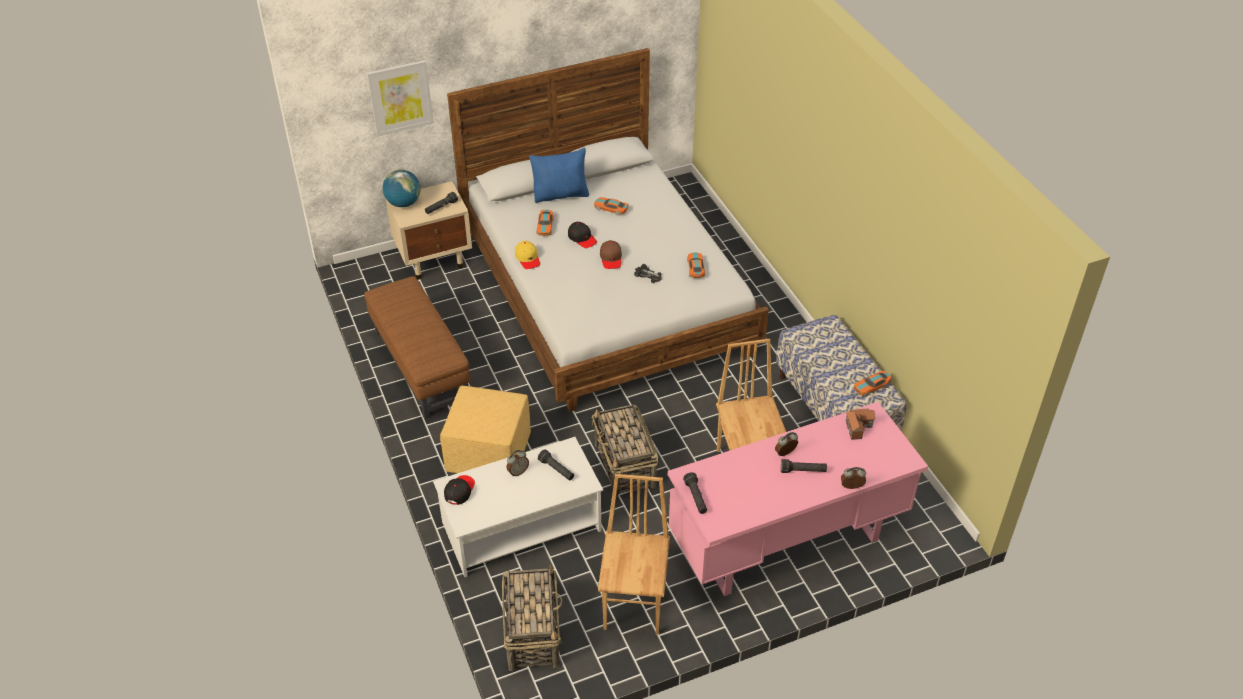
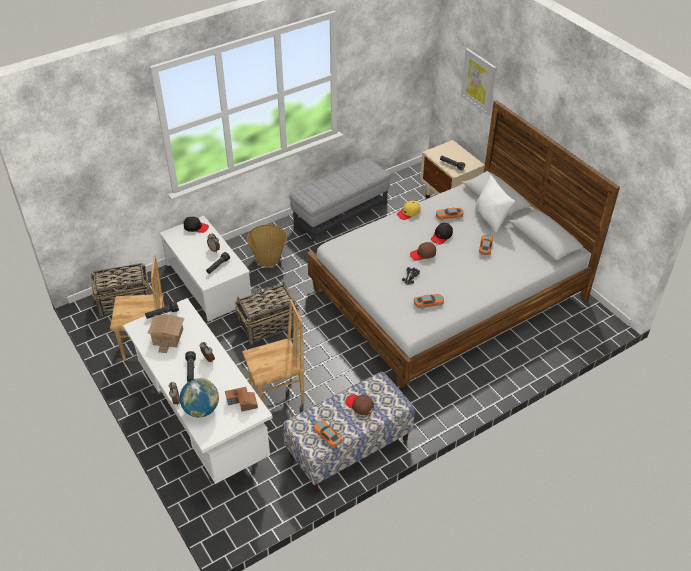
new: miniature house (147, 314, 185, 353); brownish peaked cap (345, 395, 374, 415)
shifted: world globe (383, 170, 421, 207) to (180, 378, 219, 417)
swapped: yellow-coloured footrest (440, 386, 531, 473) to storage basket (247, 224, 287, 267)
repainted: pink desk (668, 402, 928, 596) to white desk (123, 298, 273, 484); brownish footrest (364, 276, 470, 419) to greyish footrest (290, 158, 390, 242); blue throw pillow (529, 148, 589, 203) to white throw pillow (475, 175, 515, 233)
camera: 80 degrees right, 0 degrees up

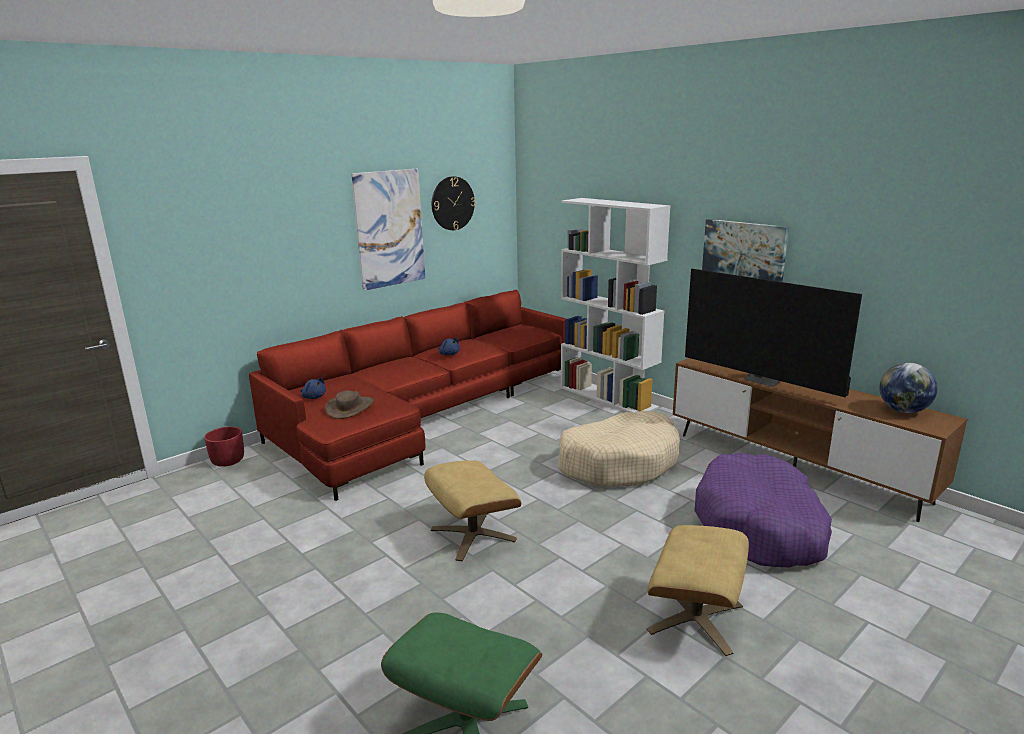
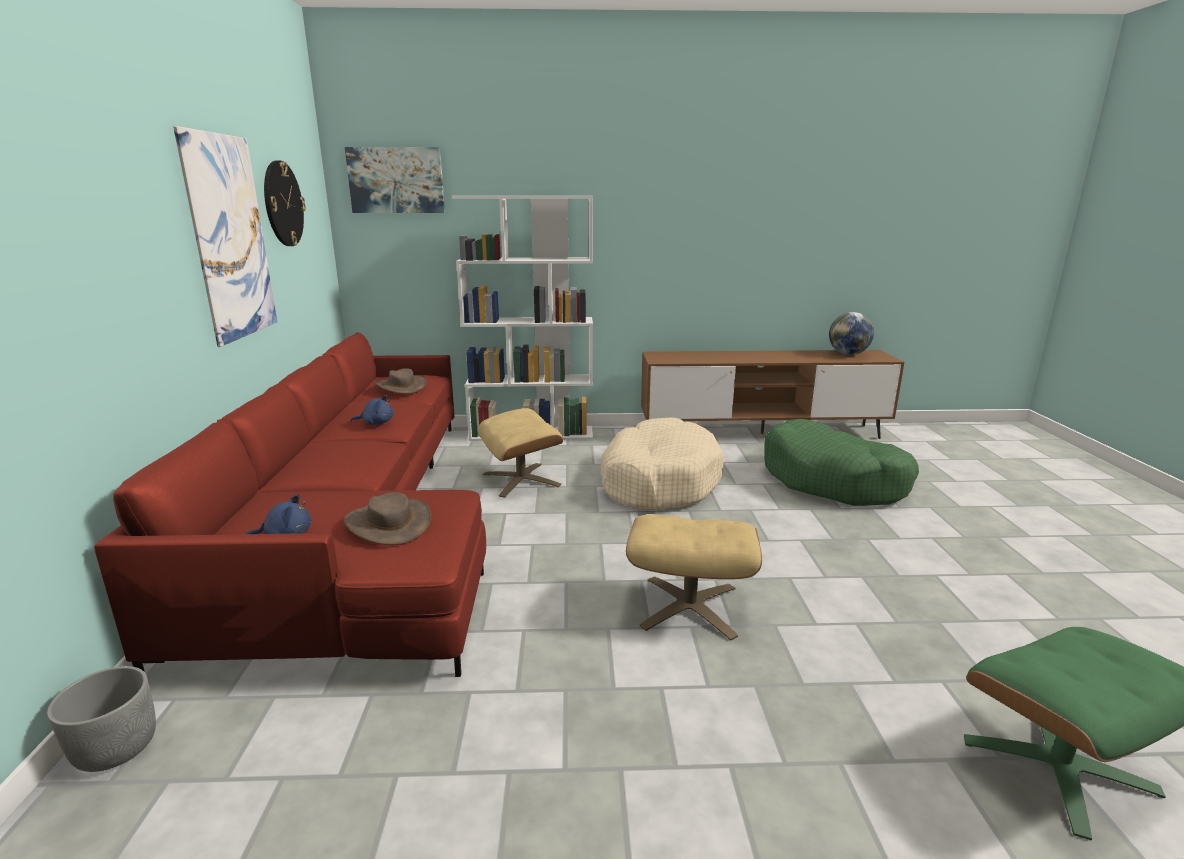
gone: television (685, 269, 862, 397)
new: brownish hat (375, 368, 427, 394)
shifted: wall art (702, 219, 789, 282) to (345, 147, 445, 213); beige footrest (647, 525, 749, 656) to (478, 408, 563, 498)
repainted: reddish planter (204, 427, 244, 467) to greyish planter (47, 666, 156, 772); purple-coloured dog bed (694, 453, 832, 568) to green-coloured dog bed (765, 419, 919, 506)
camera: 50 degrees left, 0 degrees up

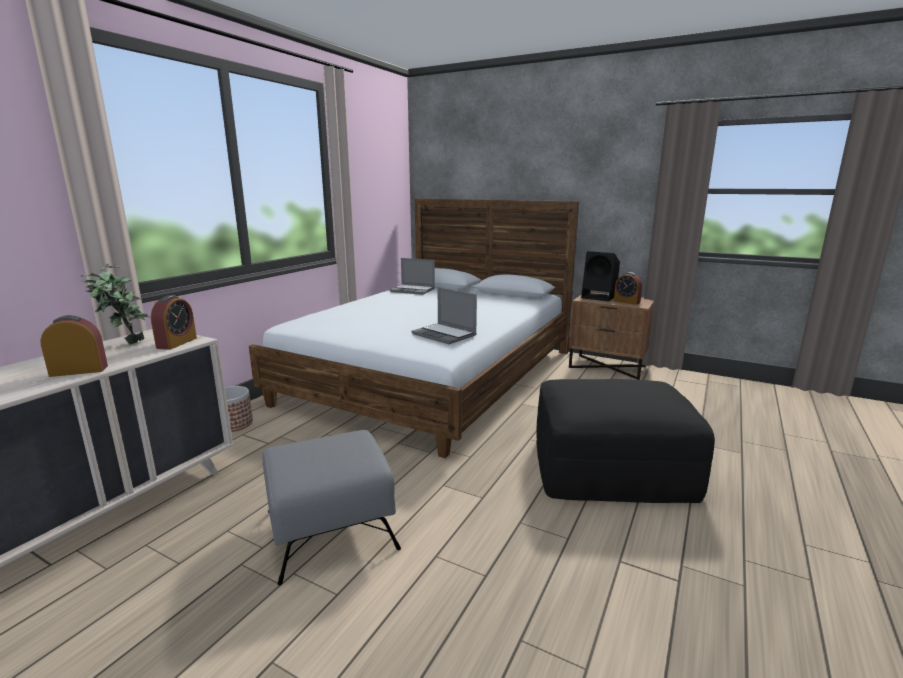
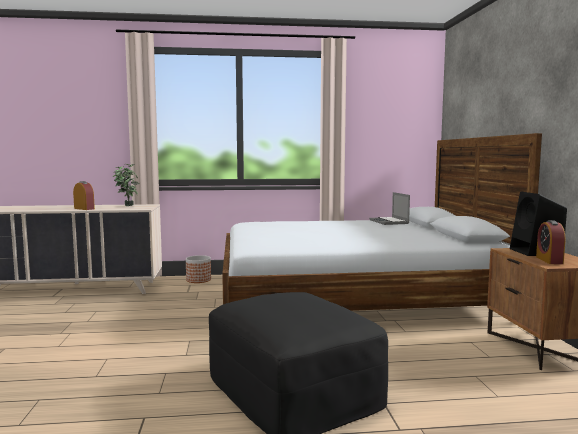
gone: bedside clock (151, 295, 197, 350); greyish footrest (262, 430, 401, 585); notebook computer (412, 287, 477, 344)
camera: 55 degrees right, 10 degrees down

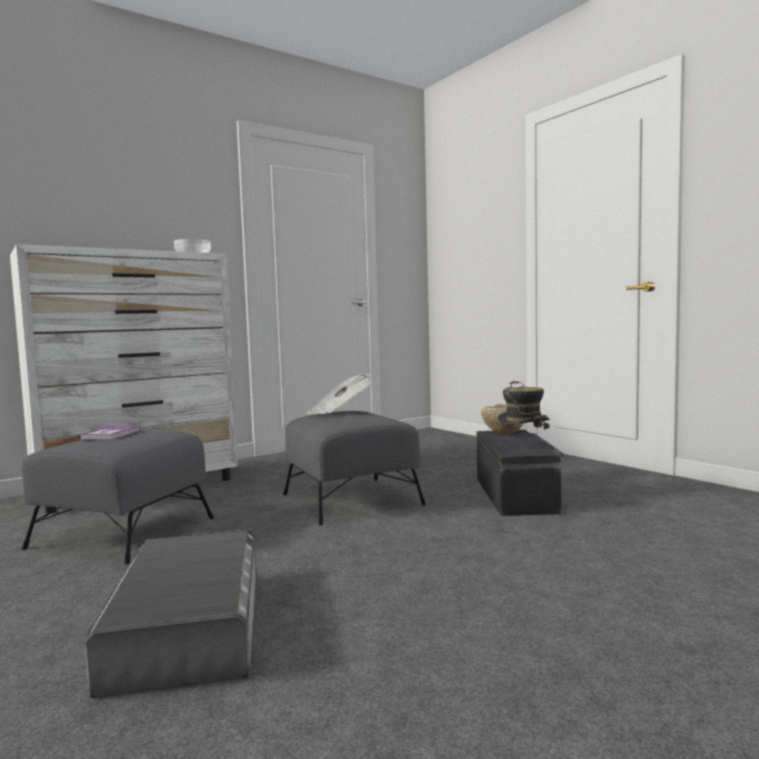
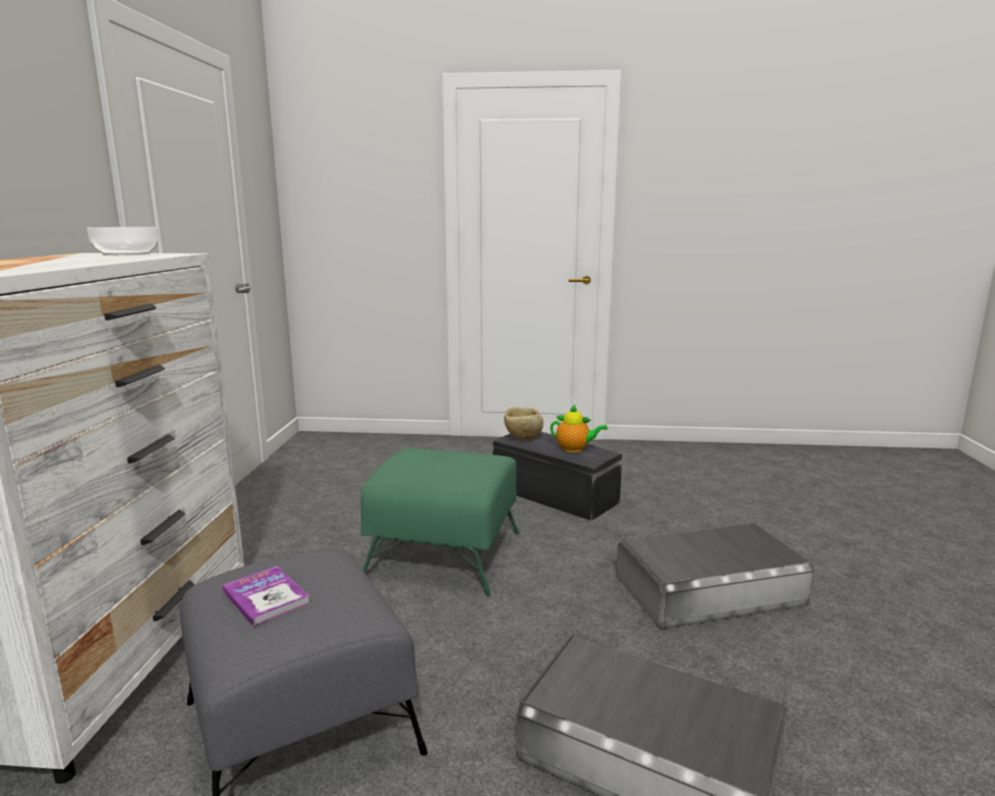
gone: daily paper (307, 373, 371, 415)
new: greyish storage box (616, 523, 814, 629)
swapped: hat (498, 380, 550, 441) to pot for tea (550, 405, 608, 452)
repainted: greyish footrest (283, 411, 426, 525) to green-coloured footrest (361, 448, 519, 597)
camera: 50 degrees left, 10 degrees up

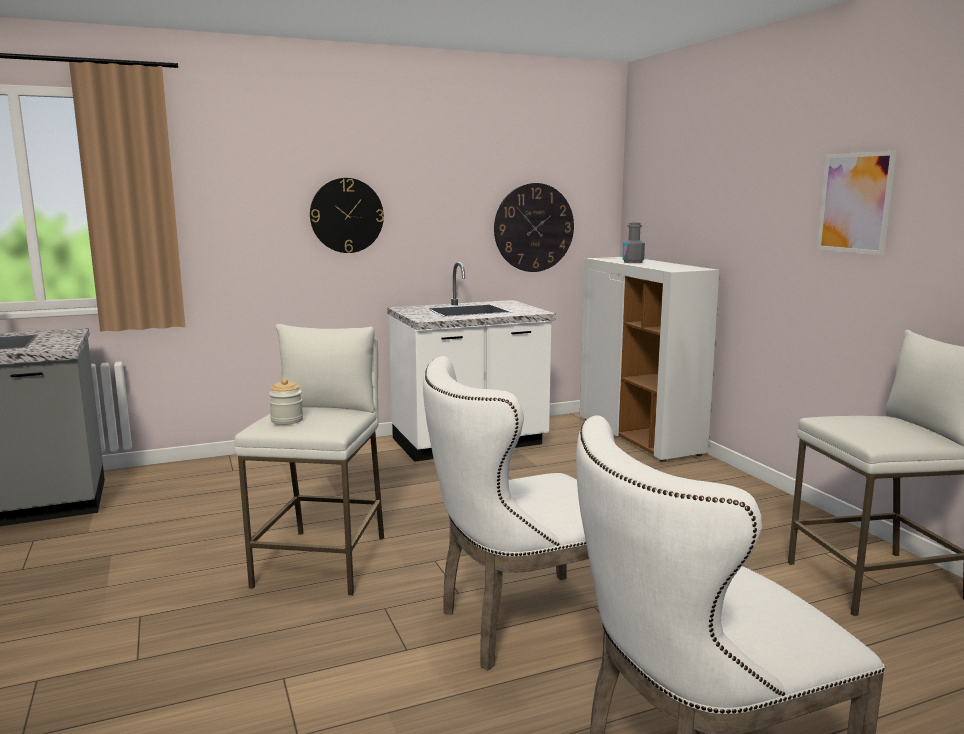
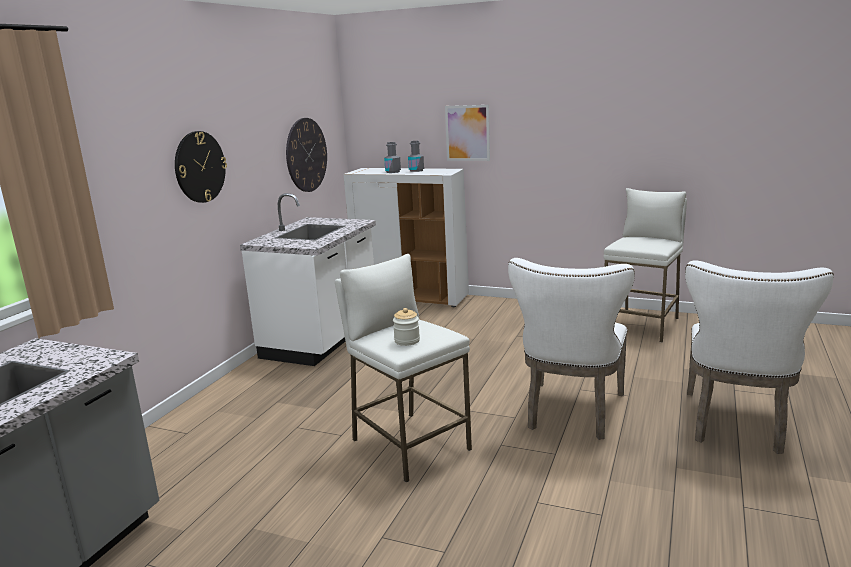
new: greyish bottle (408, 141, 424, 172)
shifted: wall art (817, 151, 897, 255) to (445, 105, 490, 161)
camera: 45 degrees left, 5 degrees up

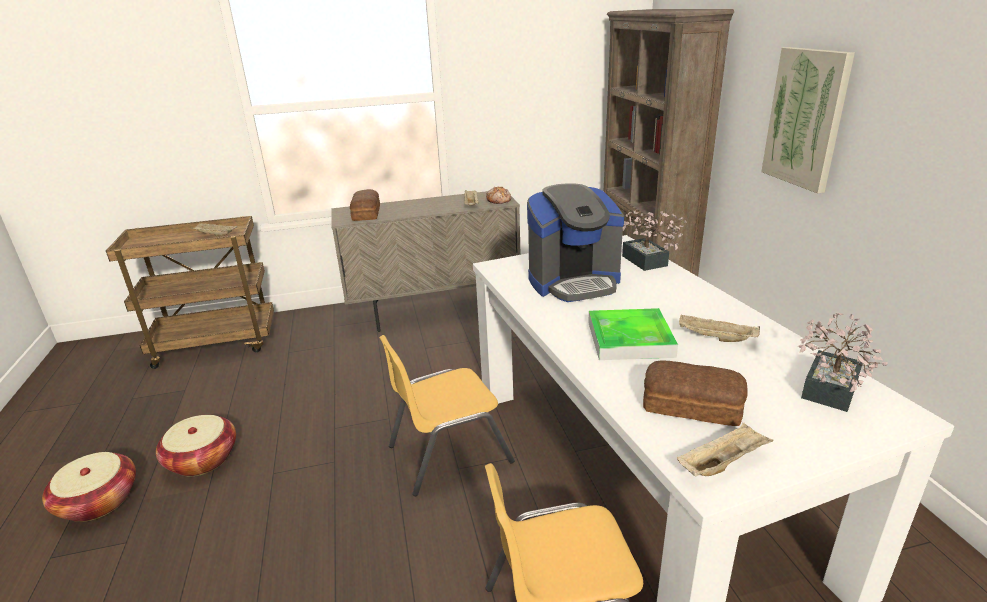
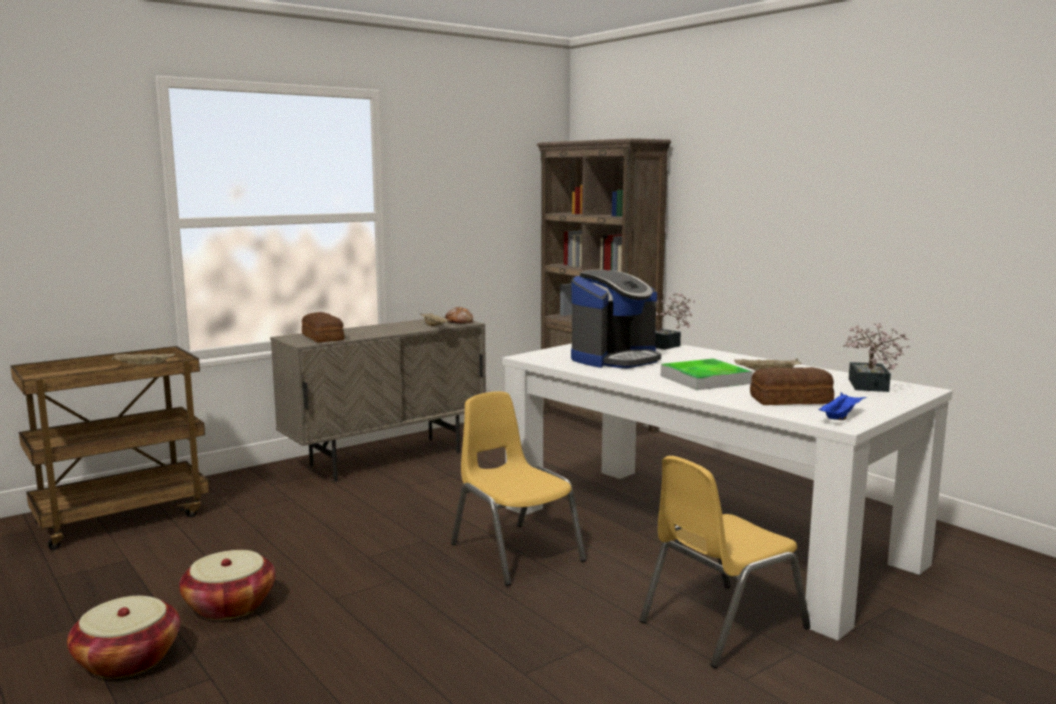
gone: wall art (761, 47, 855, 194)
repainted: beige serving tray (677, 423, 774, 476) to blue serving tray (819, 392, 866, 420)
rotated: yellow-coloured upright chair (379, 335, 514, 496) = (451, 391, 586, 586) 105 degrees clockwise
camera: 25 degrees left, 15 degrees down

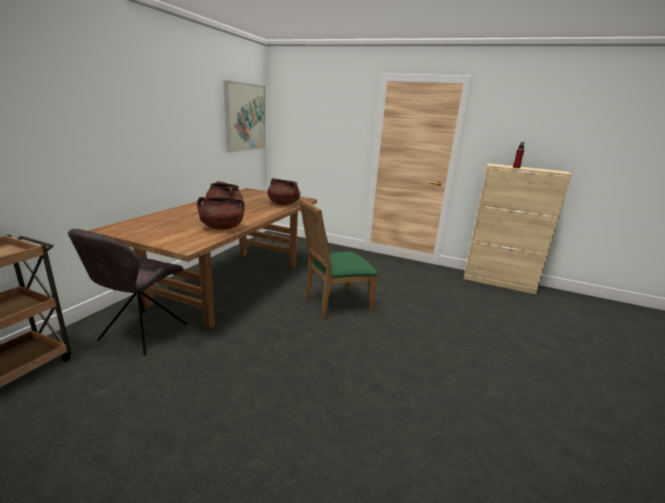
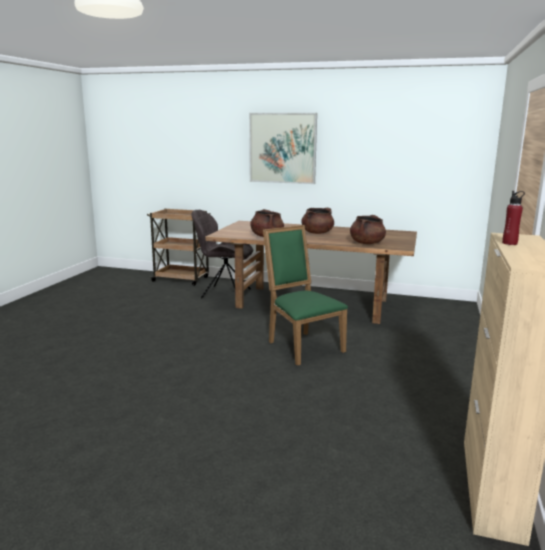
shifted: wall art (224, 80, 266, 153) to (249, 113, 317, 184)
camera: 85 degrees right, 5 degrees down

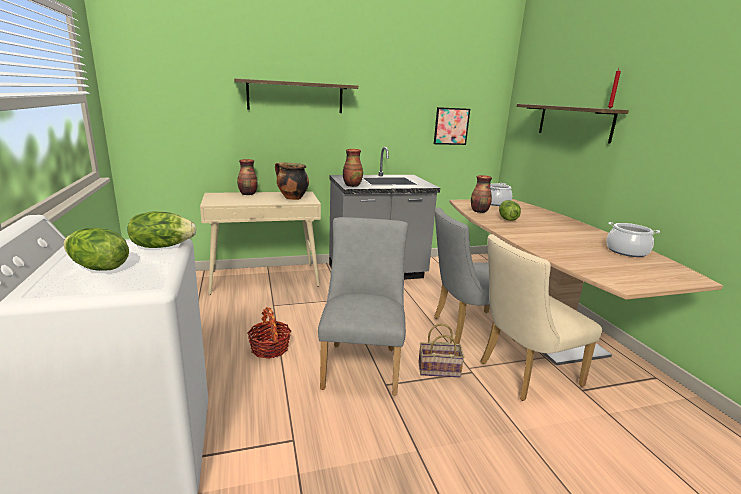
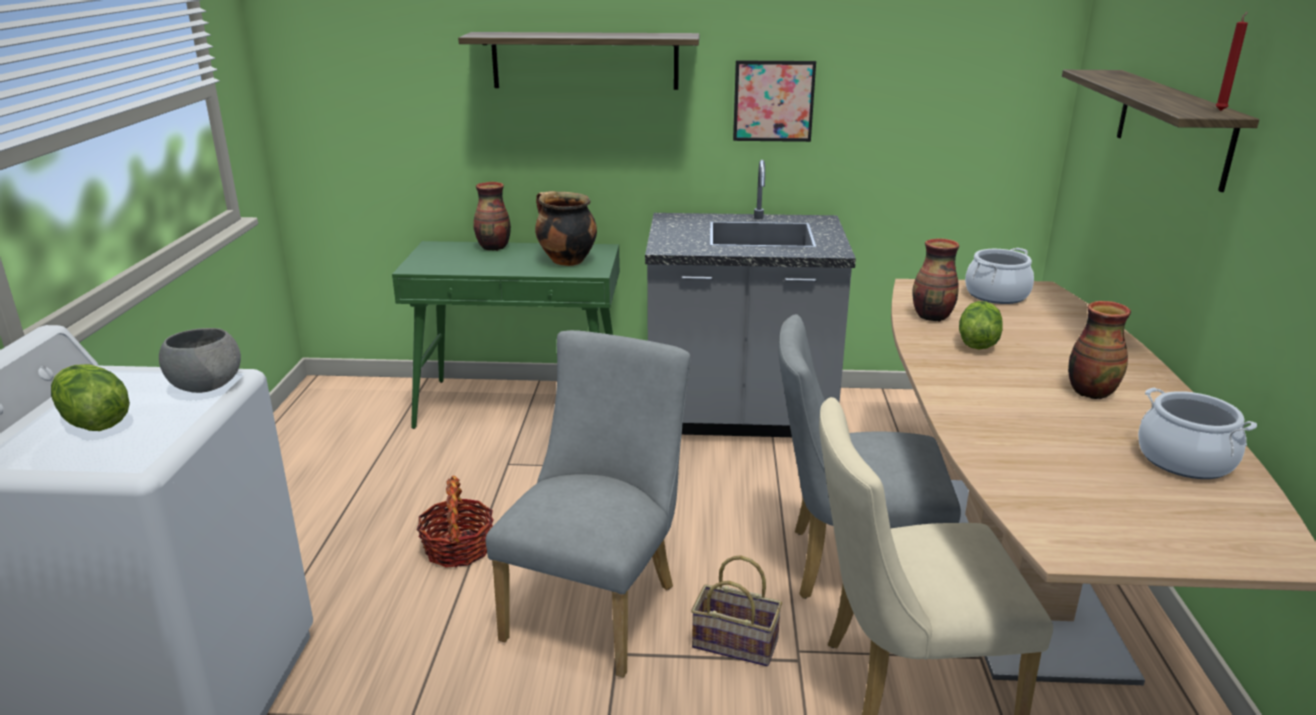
shifted: wall art (434, 107, 470, 145) to (733, 60, 816, 142); flower vase (343, 149, 363, 187) to (1068, 301, 1131, 399)
swapped: lettuce head (128, 211, 196, 248) to greyish serving bowl (159, 328, 241, 393)
repainted: beige hall table (200, 191, 321, 295) to green-coloured hall table (392, 241, 620, 429)
camera: 20 degrees right, 5 degrees up

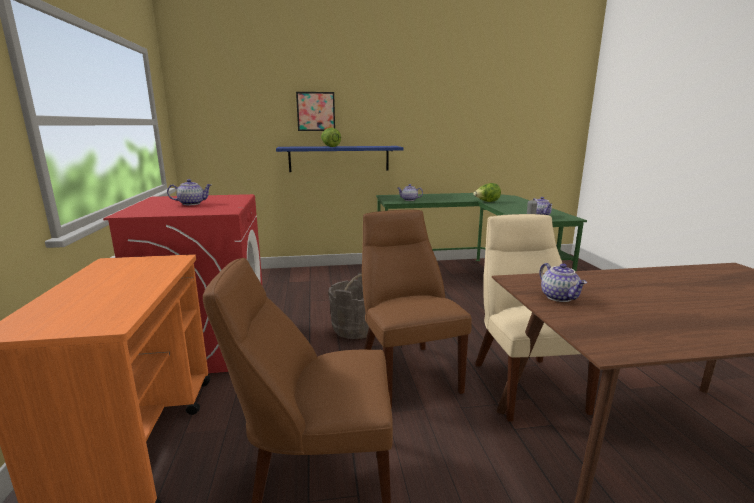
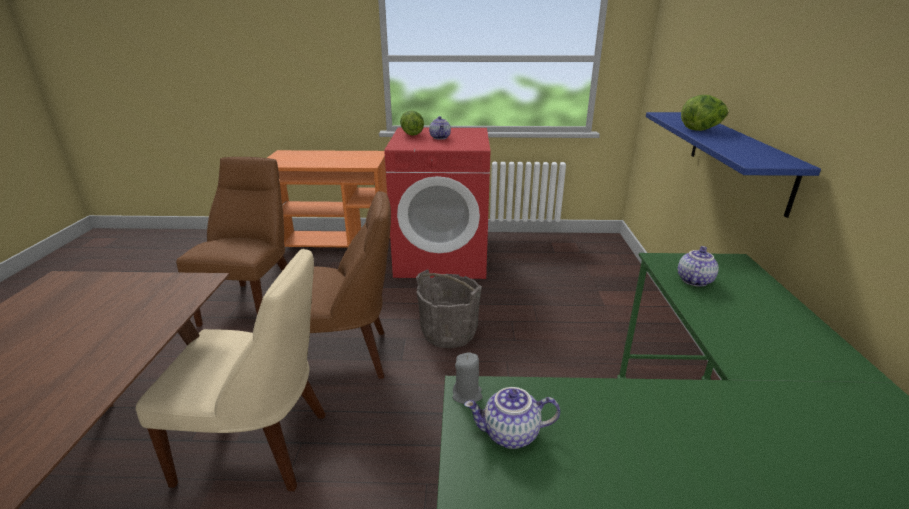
gone: wall art (296, 92, 335, 131); pot for tea (539, 263, 587, 302)
shifted: lettuce head (473, 183, 501, 202) to (400, 110, 424, 136)
camera: 100 degrees right, 10 degrees up

